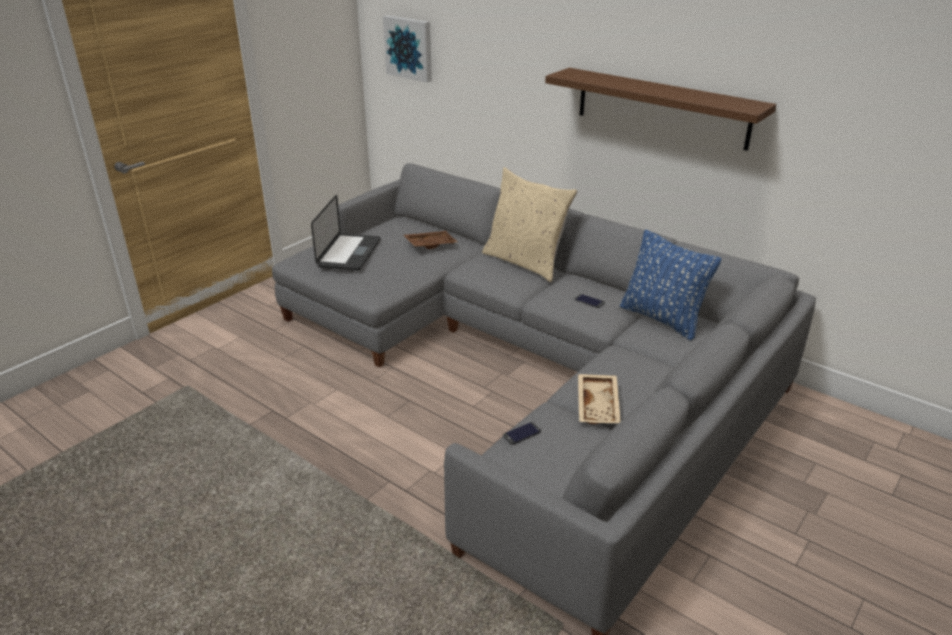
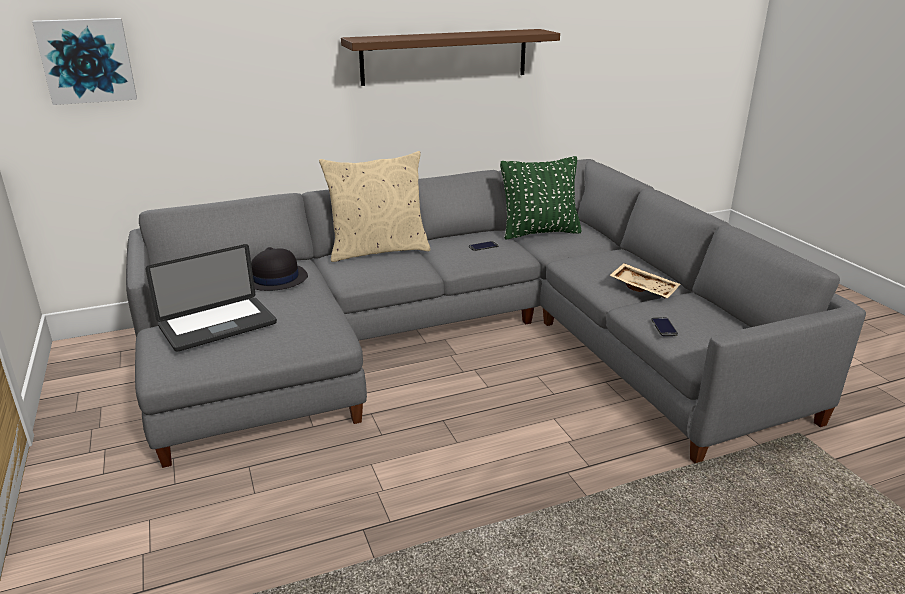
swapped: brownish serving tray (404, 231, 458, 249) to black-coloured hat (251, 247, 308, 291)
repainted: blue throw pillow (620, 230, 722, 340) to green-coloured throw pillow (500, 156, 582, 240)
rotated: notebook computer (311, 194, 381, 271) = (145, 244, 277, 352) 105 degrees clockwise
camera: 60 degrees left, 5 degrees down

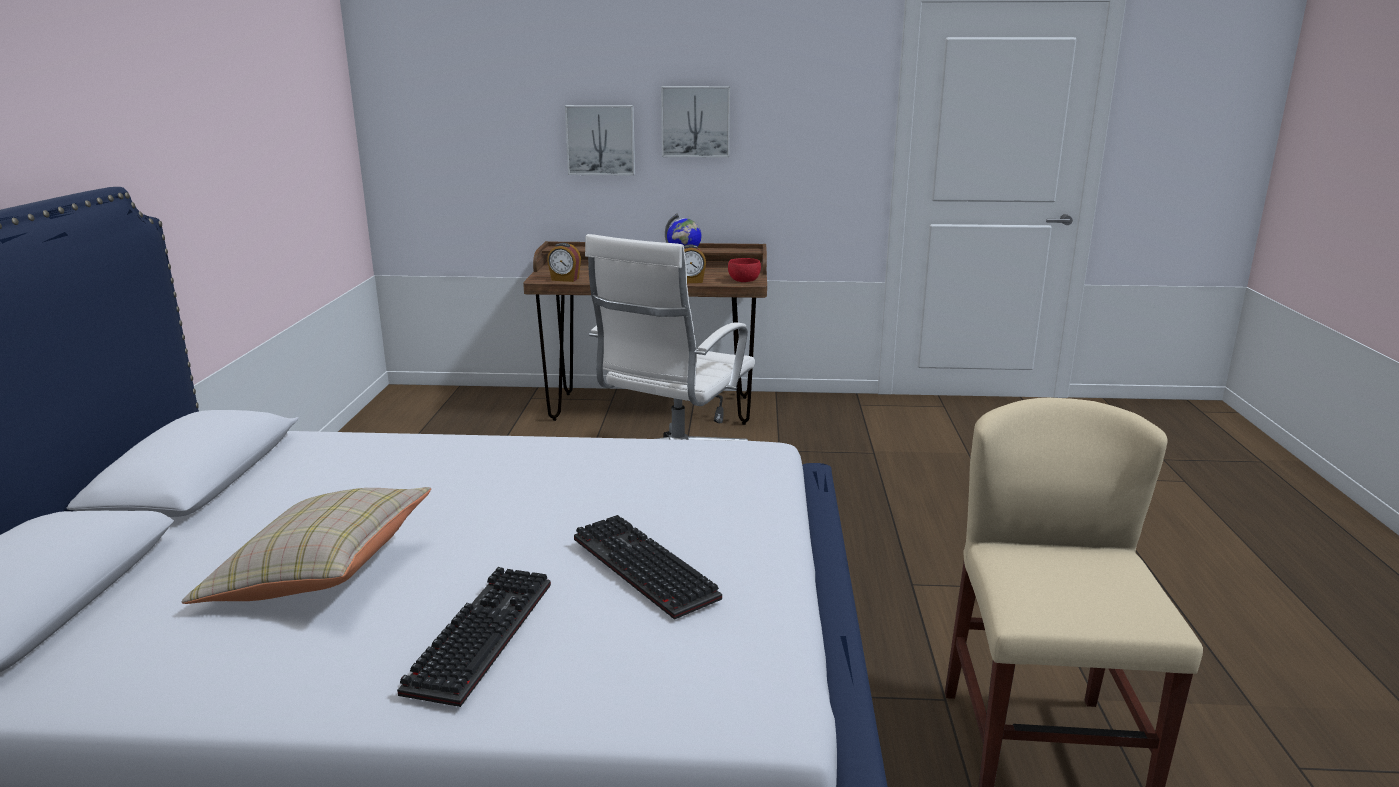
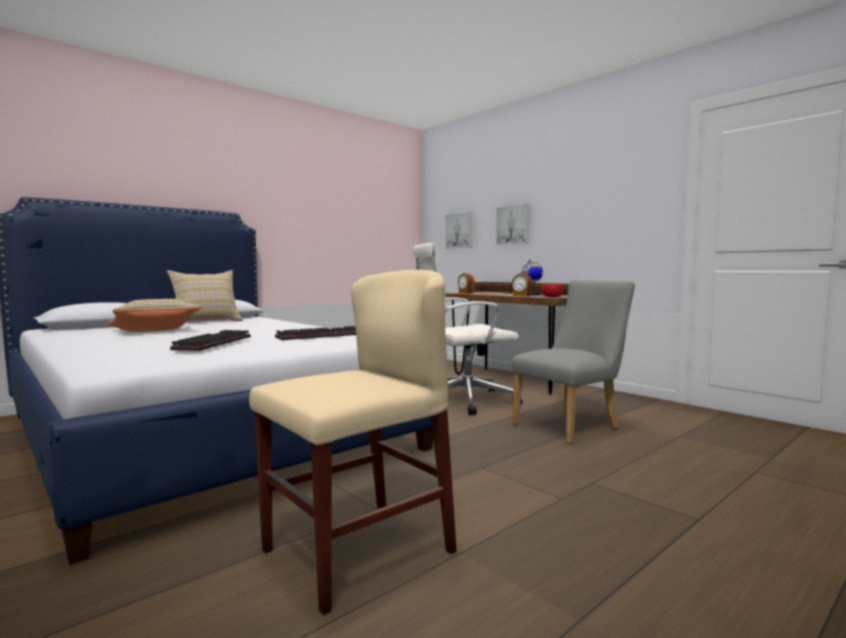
new: beige throw pillow (167, 270, 243, 321); greyish upright chair (512, 280, 635, 444)
shifted: keyboard (397, 567, 551, 707) to (275, 326, 356, 340); wall art (661, 86, 730, 158) to (445, 212, 472, 248)
camera: 45 degrees right, 15 degrees down

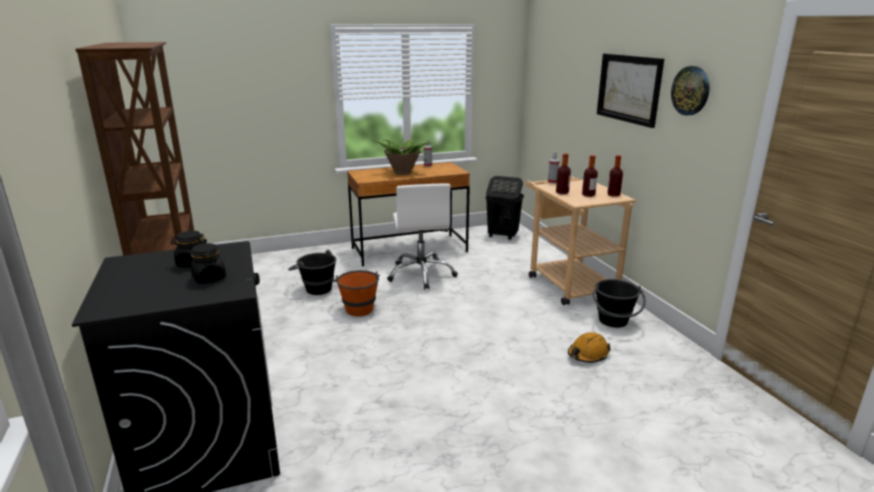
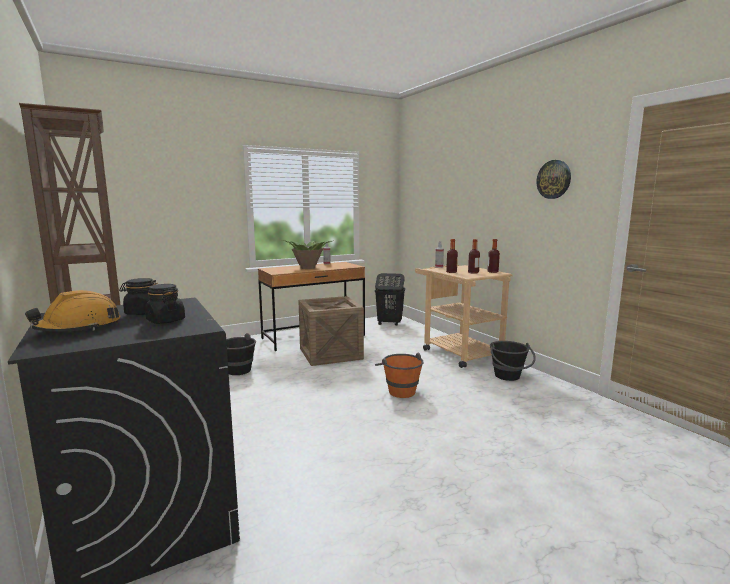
gone: wall art (597, 54, 664, 128)
shifted: orange work helmet (568, 332, 611, 363) to (25, 290, 120, 332); orange bucket (332, 270, 380, 316) to (375, 352, 423, 398)
swapped: white computer chair (387, 184, 458, 290) to crate (298, 296, 364, 366)
camera: 10 degrees left, 10 degrees down

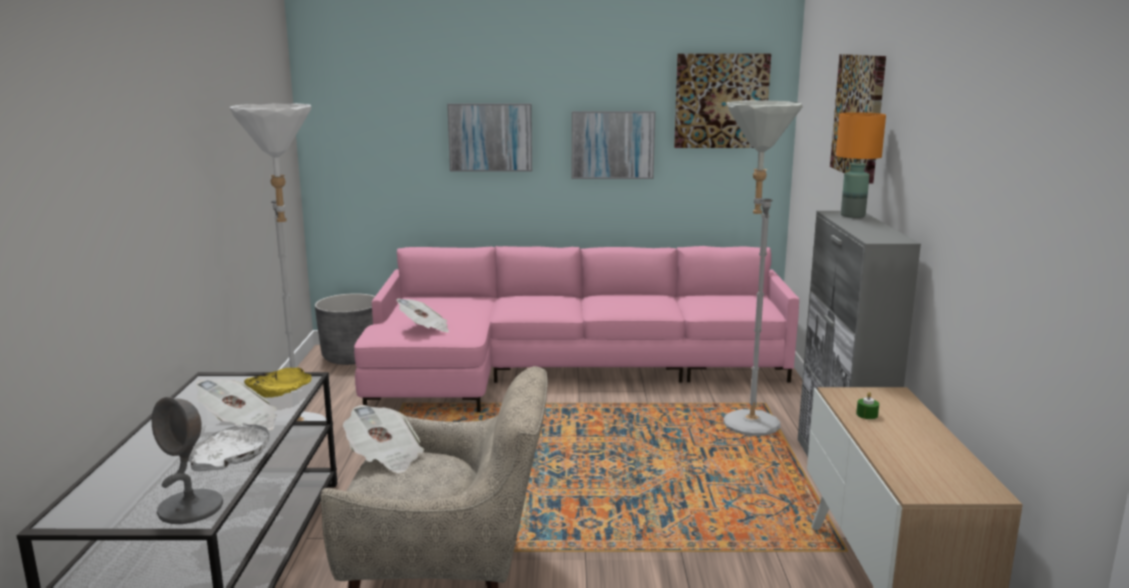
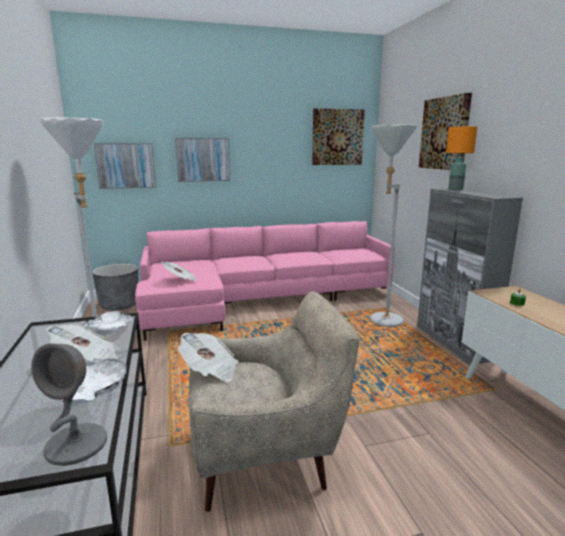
shifted: wall art (572, 111, 655, 179) to (94, 143, 156, 189)
repainted: yellow-coloured serving bowl (244, 367, 312, 398) to white serving bowl (80, 311, 131, 336)
camera: 15 degrees left, 0 degrees up

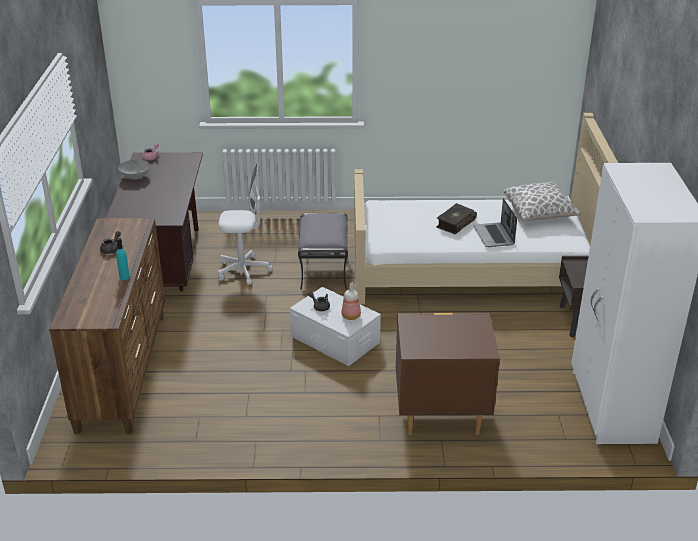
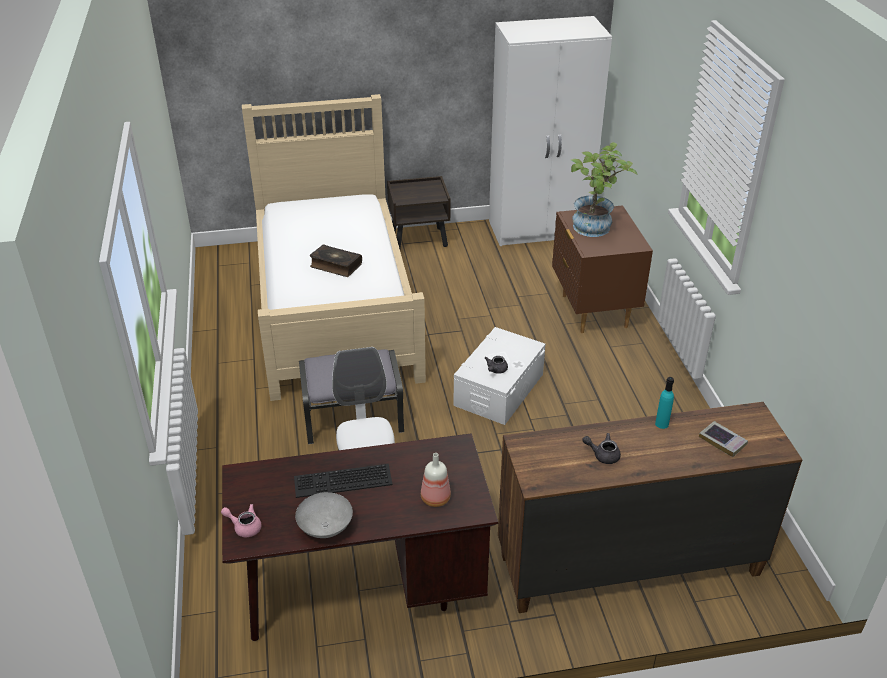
gone: notebook computer (473, 198, 517, 247); throw pillow (504, 182, 581, 221)
new: keyboard (294, 464, 393, 498); houseplant (571, 142, 638, 237); volume (699, 421, 748, 457)
shifted: bottle (341, 282, 361, 320) to (421, 453, 451, 507)
camera: 100 degrees left, 5 degrees up

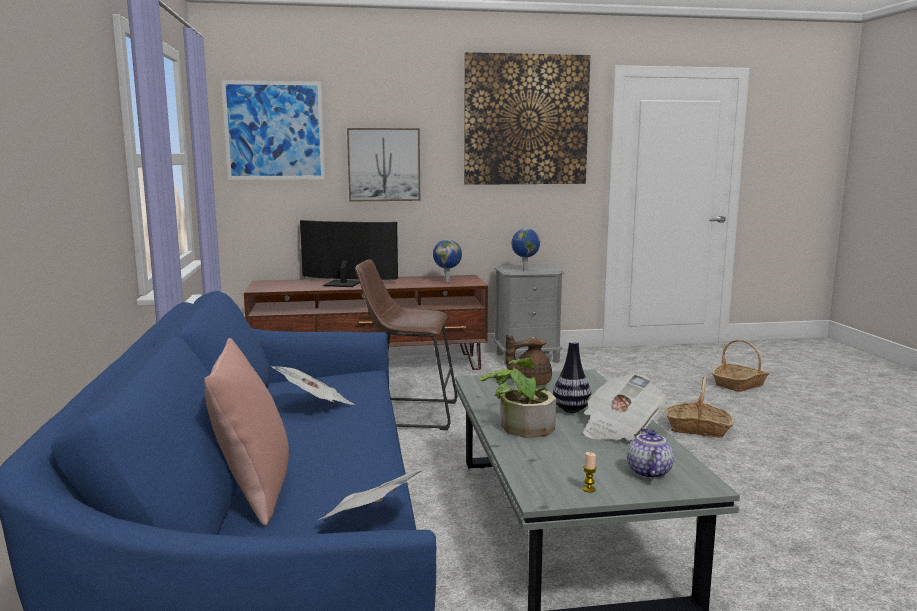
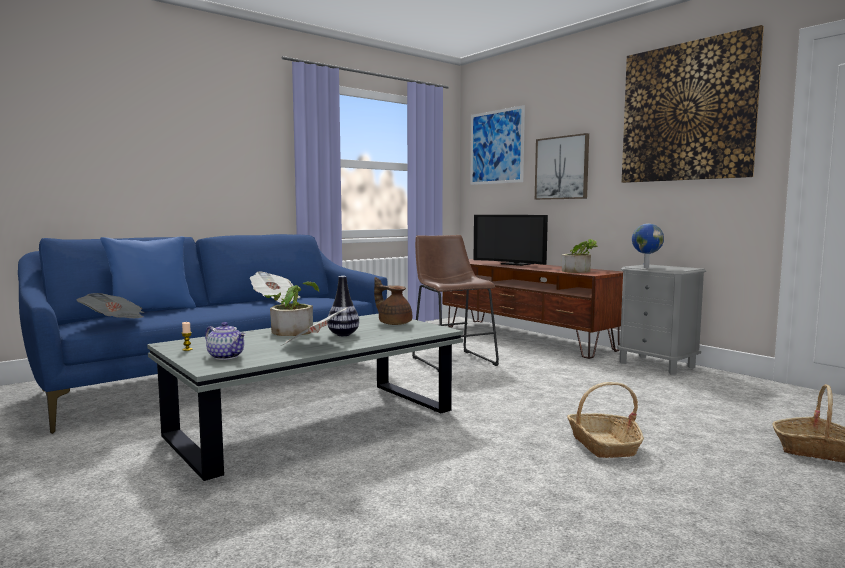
swapped: world globe (433, 239, 462, 282) to houseplant (562, 239, 598, 273)
repainted: pink throw pillow (204, 338, 289, 526) to blue throw pillow (100, 236, 196, 317)
rotated: pot for tea (627, 428, 674, 479) = (205, 322, 246, 360) 60 degrees clockwise; television (300, 220, 398, 287) = (474, 215, 548, 266) 150 degrees clockwise
camera: 60 degrees right, 5 degrees down

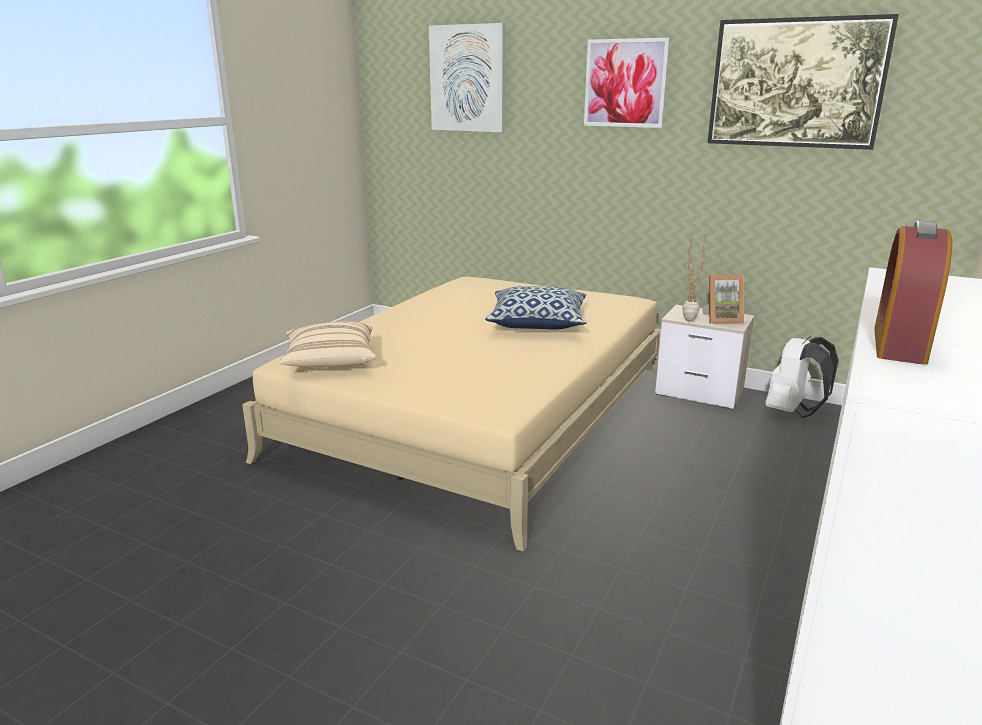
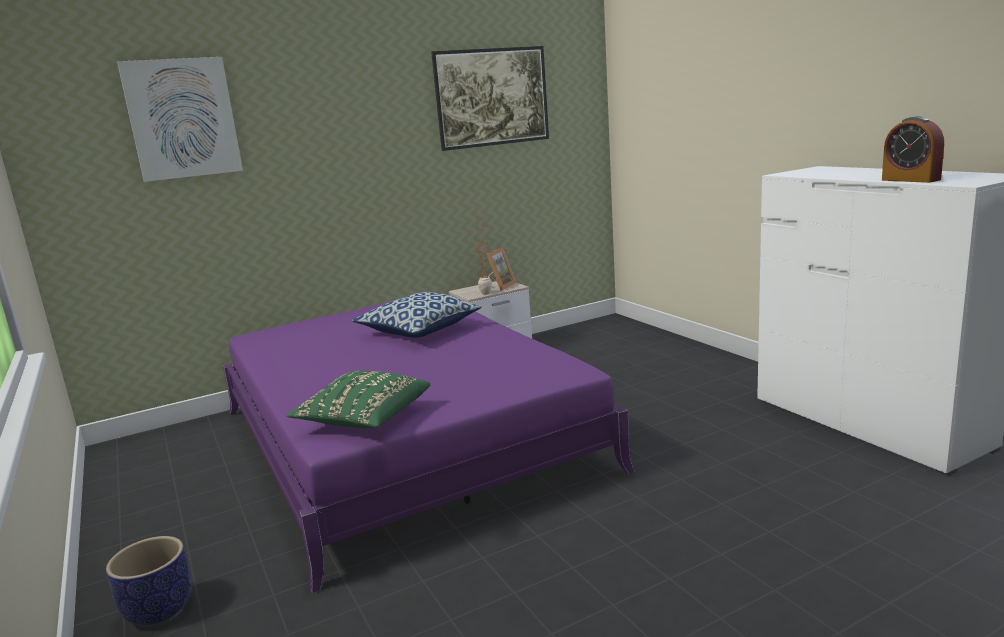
gone: wall art (584, 38, 670, 128); white backpack (765, 335, 839, 418)
new: planter (106, 536, 192, 626)
repainted: beige bed (242, 277, 661, 552) to purple-coloured bed (223, 301, 635, 594); beige throw pillow (279, 322, 376, 368) to green-coloured throw pillow (286, 370, 430, 428)
camera: 55 degrees left, 5 degrees down

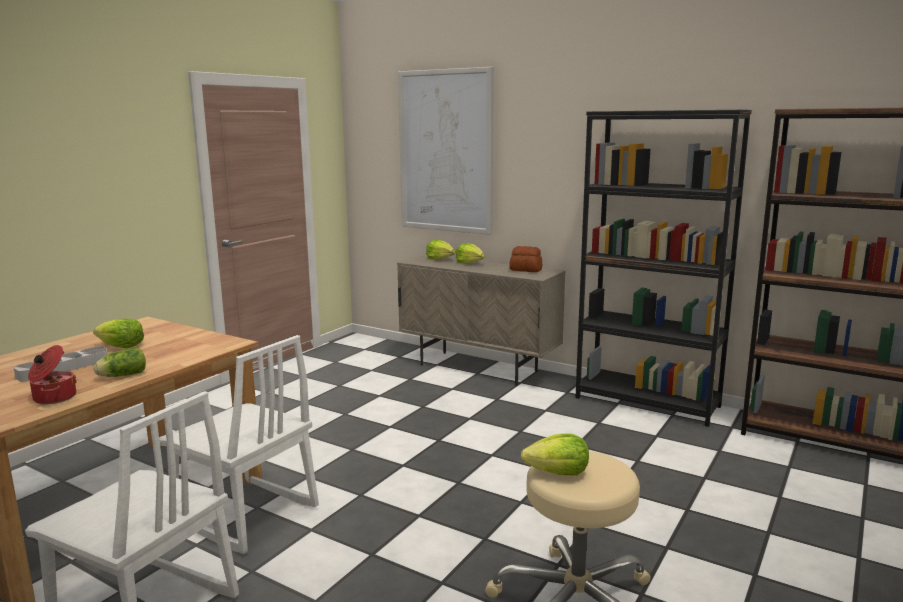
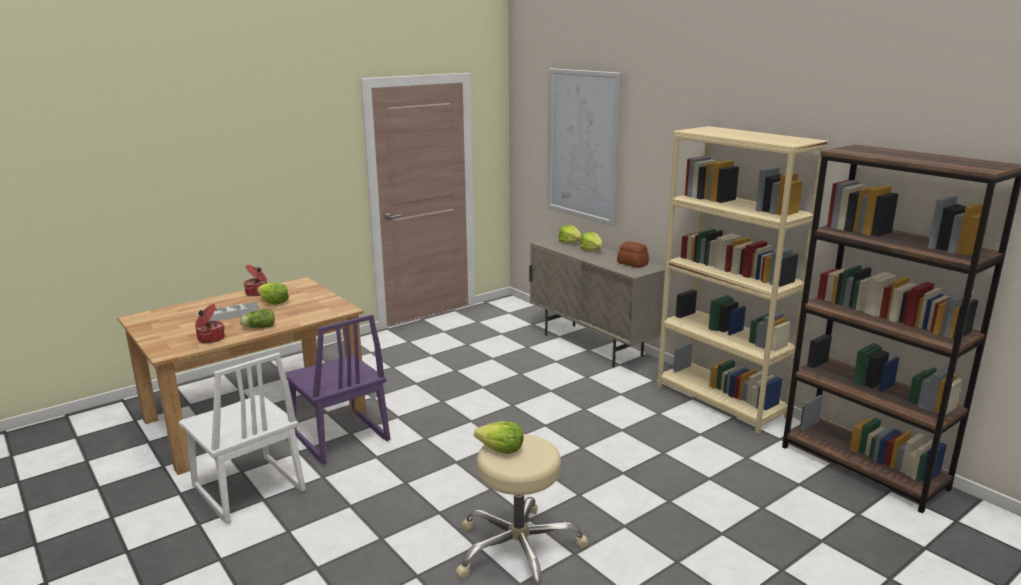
new: saucepot (244, 265, 267, 296)
repainted: white upright chair (159, 335, 319, 554) to purple-coloured upright chair (285, 314, 390, 464); black-coloured bookcase (575, 110, 752, 427) to beige bookcase (657, 126, 828, 434)
camera: 20 degrees right, 5 degrees up

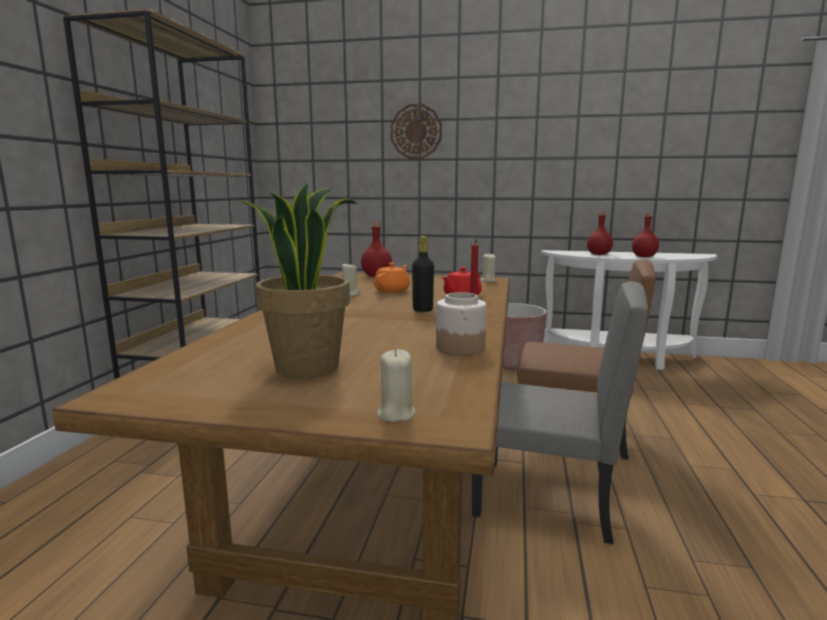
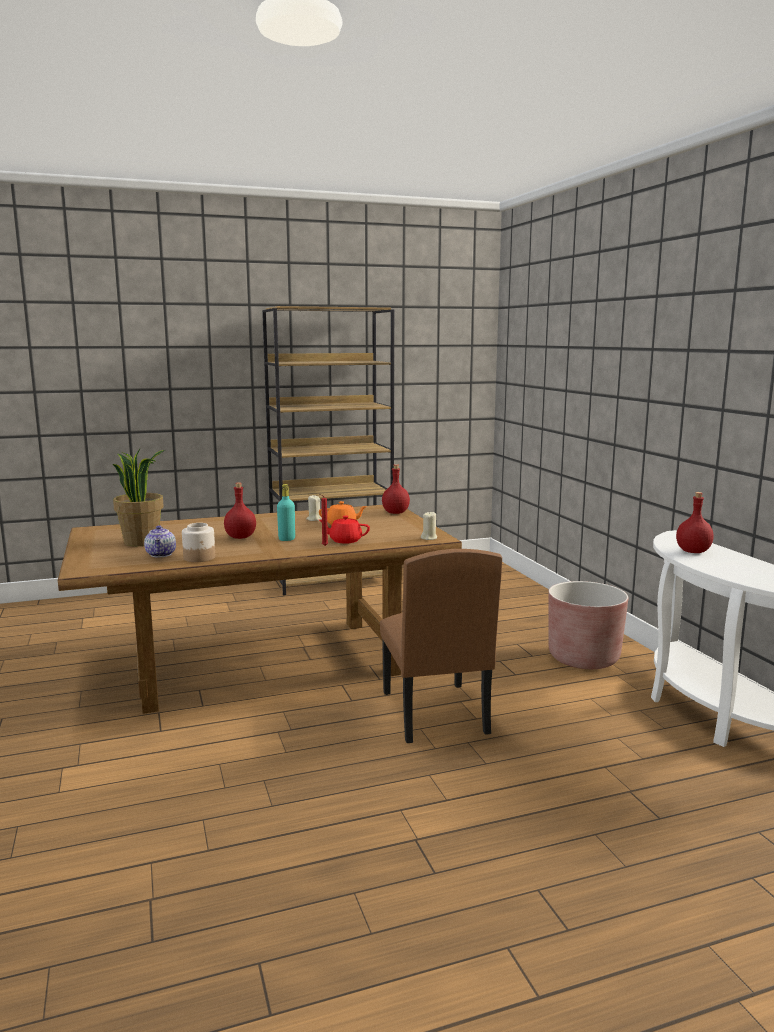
gone: beige candle (377, 350, 415, 422); wall clock (390, 104, 442, 159); greyish upright chair (472, 281, 648, 544)
new: pot for tea (144, 525, 176, 558)
shifted: reddish bottle (632, 213, 659, 257) to (224, 482, 256, 539)
repainted: black-coloured bottle (412, 236, 434, 312) to blue-green bottle (277, 484, 295, 541)
camera: 60 degrees right, 0 degrees up

